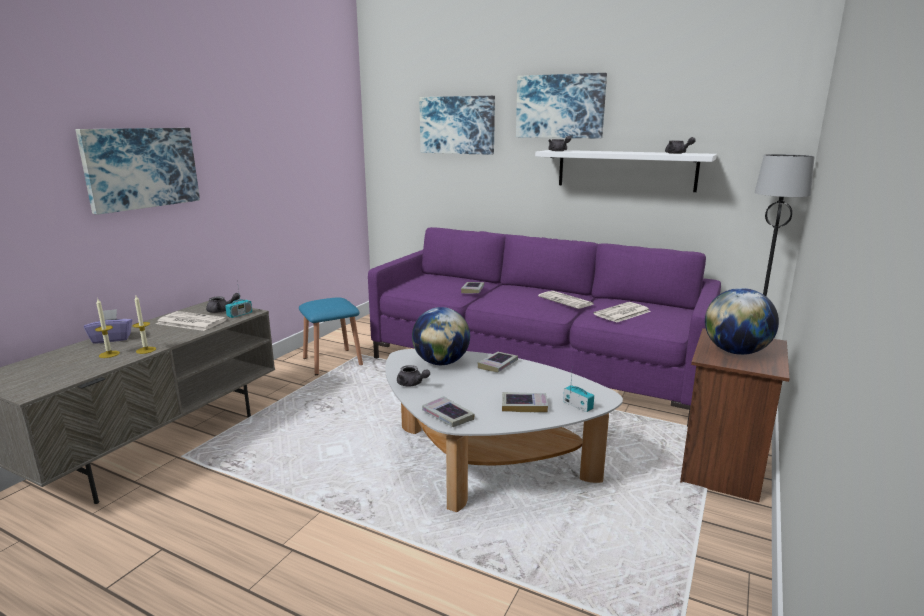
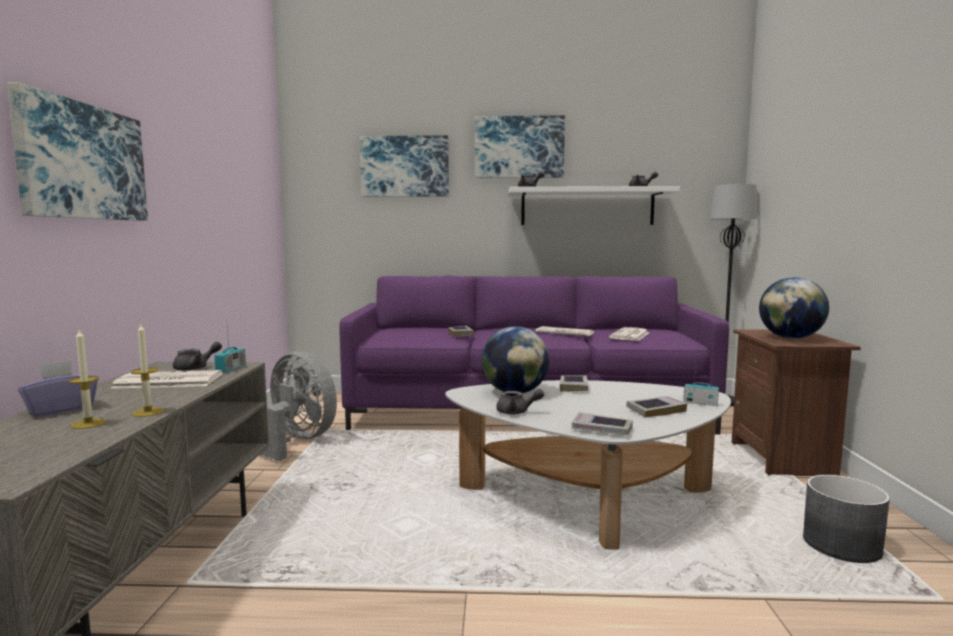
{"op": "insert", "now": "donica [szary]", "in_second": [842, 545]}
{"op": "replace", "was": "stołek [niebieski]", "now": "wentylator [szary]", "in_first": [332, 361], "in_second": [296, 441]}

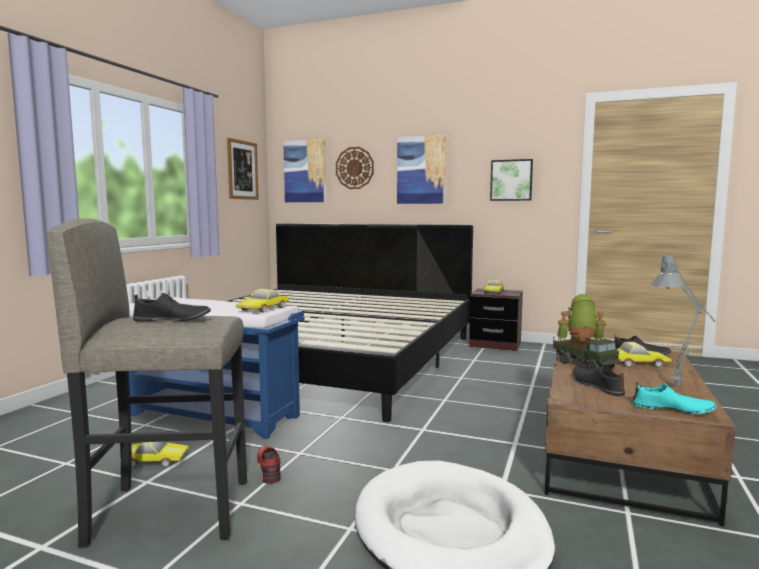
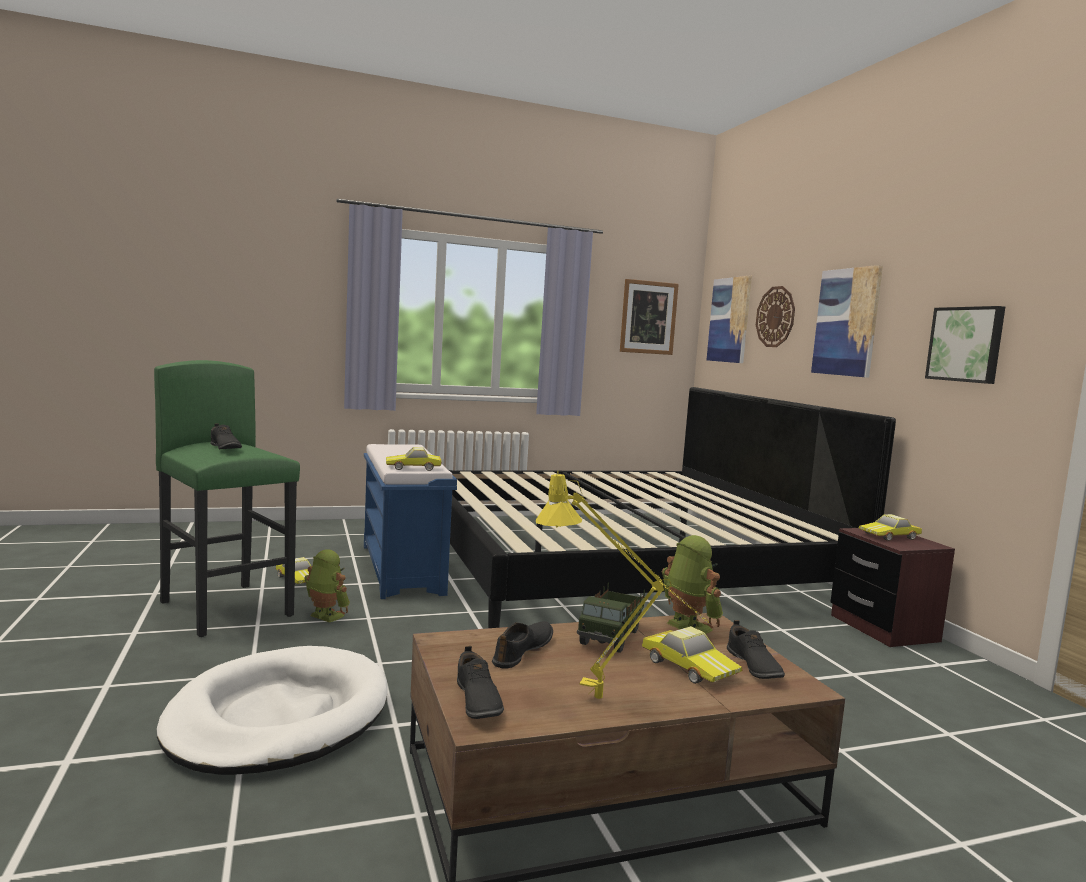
{"op": "replace", "was": "but [czerwony]", "now": "robot zabawkowy", "in_first": [269, 469], "in_second": [324, 616]}
{"op": "recolor", "was": "stołek [szary]", "now": "stołek [zielony]", "in_first": [171, 511], "in_second": [226, 608]}
{"op": "recolor", "was": "but [turkusowy]", "now": "but [czarny]", "in_first": [672, 409], "in_second": [476, 701]}
{"op": "recolor", "was": "lampa stołowa [szary]", "now": "lampa stołowa [żółty]", "in_first": [681, 385], "in_second": [610, 703]}

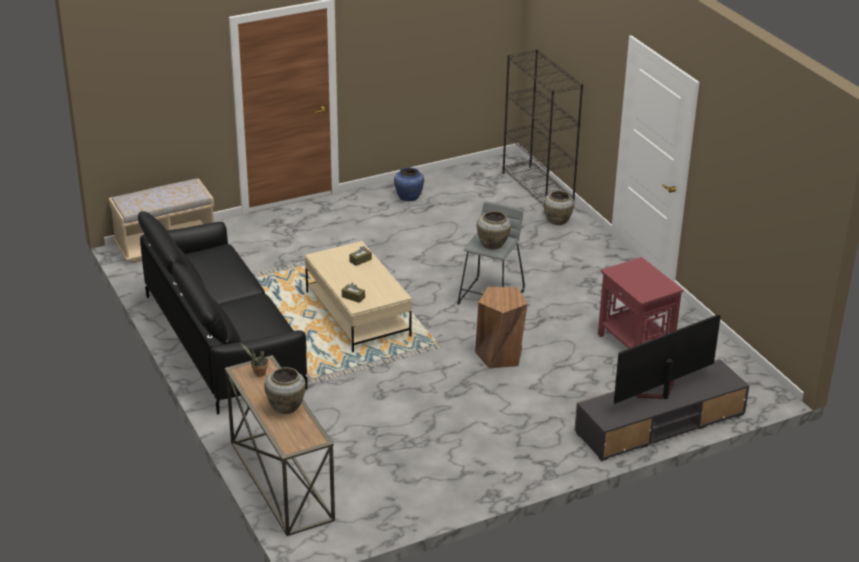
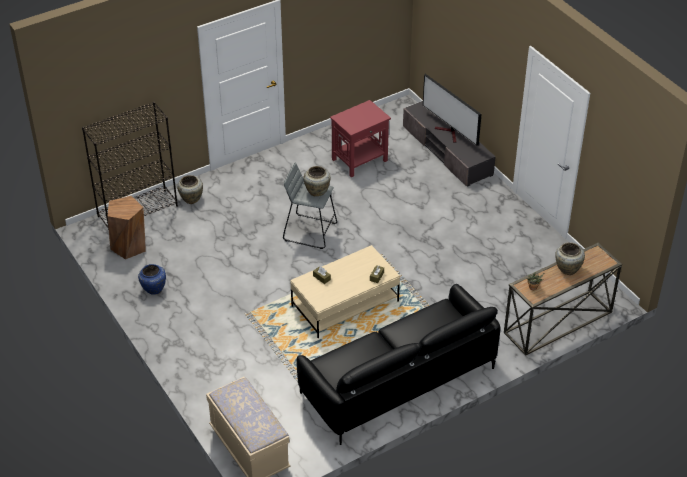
{"op": "move", "was": "stołek [brązowy]", "in_first": [500, 355], "in_second": [129, 246]}

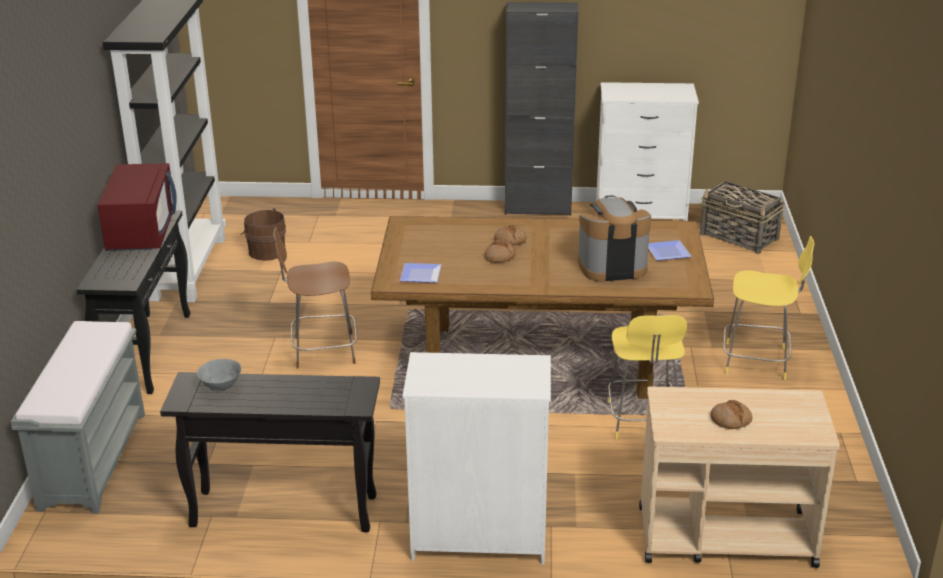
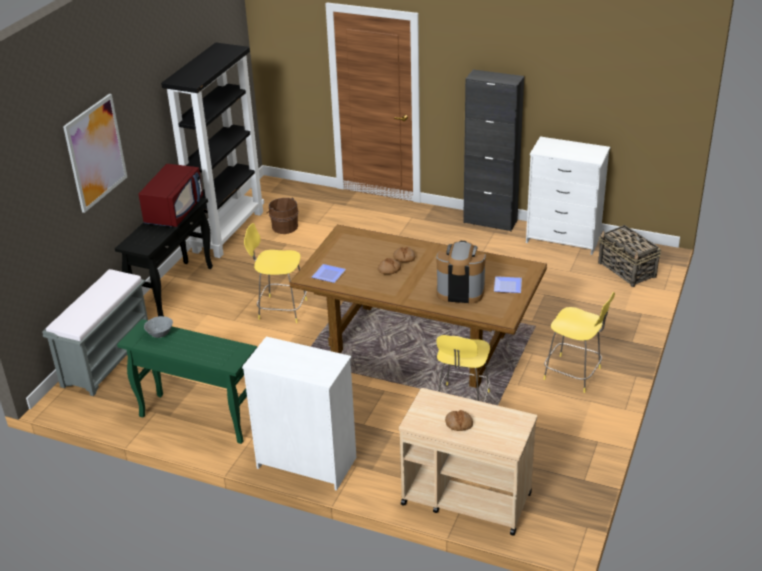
{"op": "insert", "now": "obraz", "in_second": [95, 152]}
{"op": "recolor", "was": "stolik konsolowy [czarny]", "now": "stolik konsolowy [zielony]", "in_first": [282, 511], "in_second": [198, 418]}
{"op": "recolor", "was": "stołek [brązowy]", "now": "stołek [żółty]", "in_first": [321, 350], "in_second": [281, 309]}

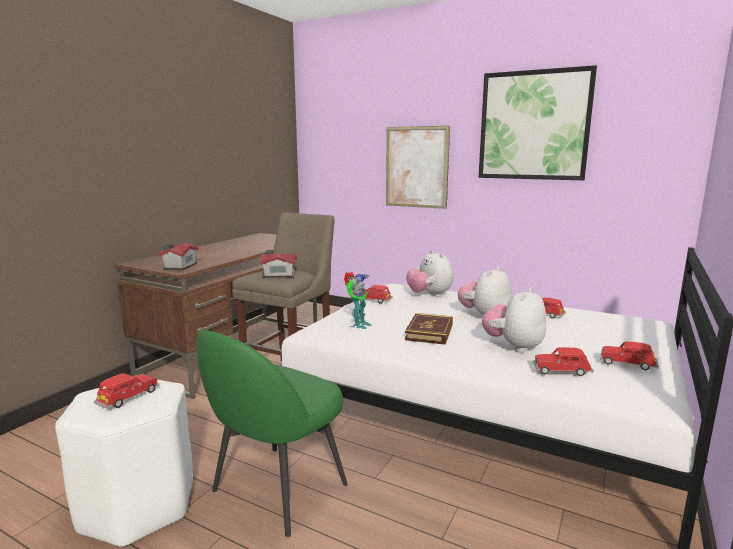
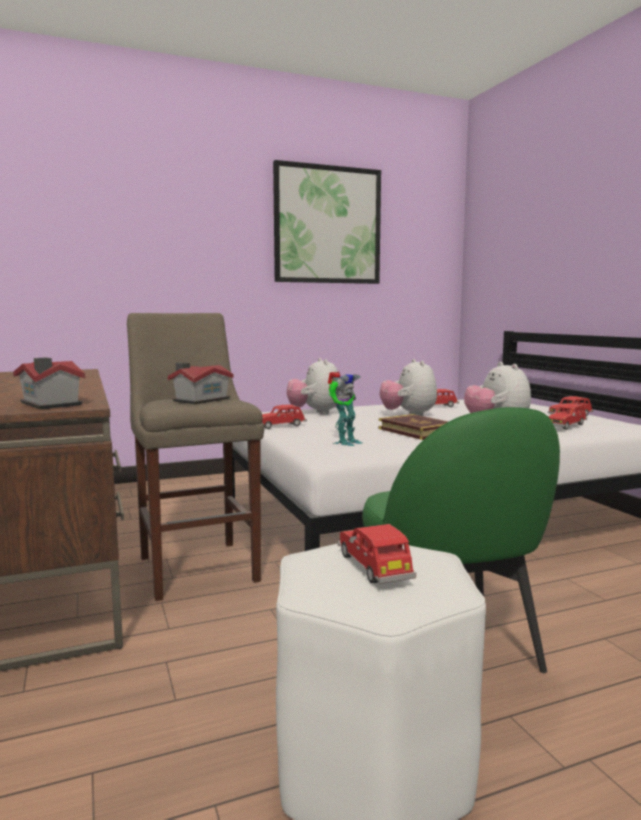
{"op": "delete", "was": "obraz", "in_first": [416, 167]}
{"op": "rotate", "was": "robot zabawkowy", "in_first": [358, 325], "in_second": [344, 442], "clockwise": 60}
{"op": "rotate", "was": "pluszak", "in_first": [429, 295], "in_second": [315, 413], "clockwise": 60}

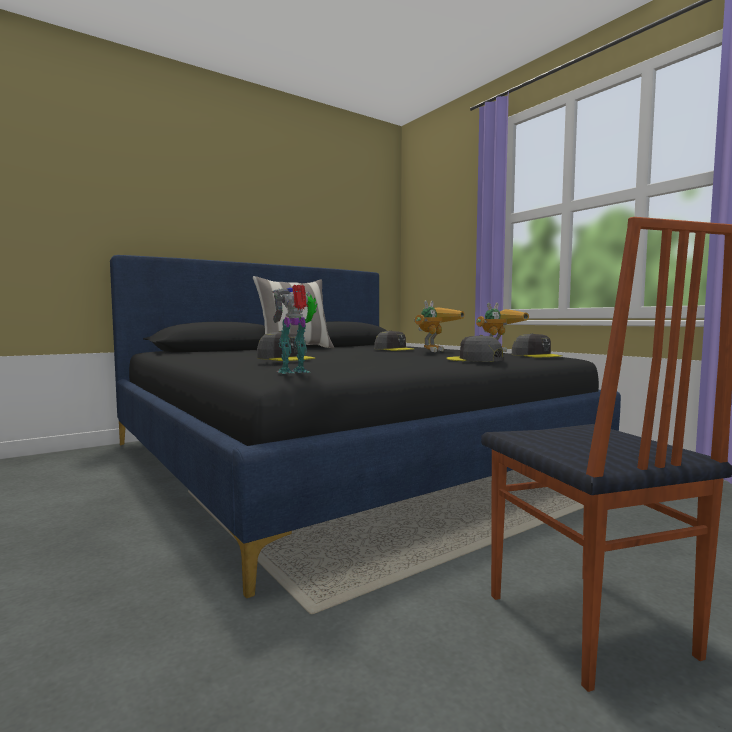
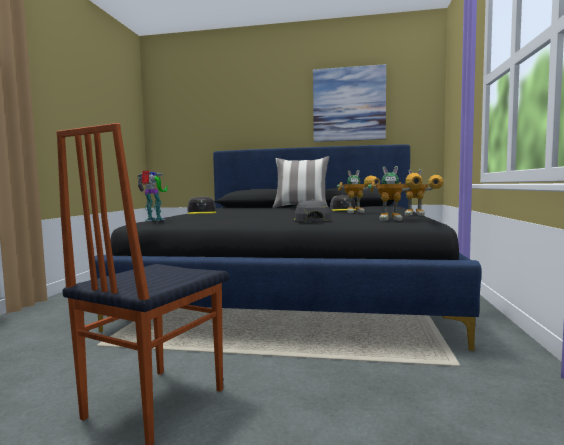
{"op": "insert", "now": "obraz", "in_second": [349, 104]}
{"op": "replace", "was": "czapka z daszkiem [szary]", "now": "robot zabawkowy", "in_first": [536, 355], "in_second": [399, 219]}

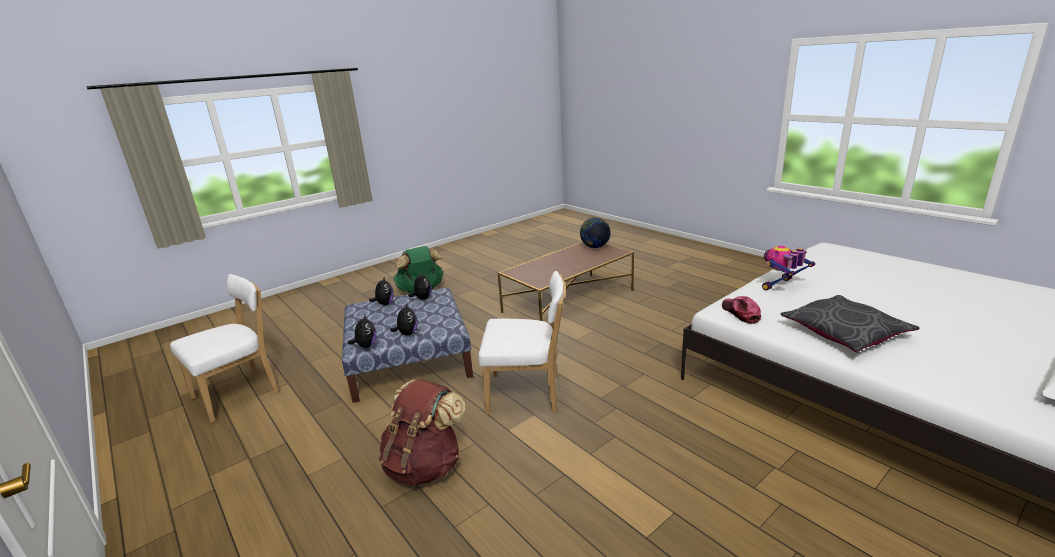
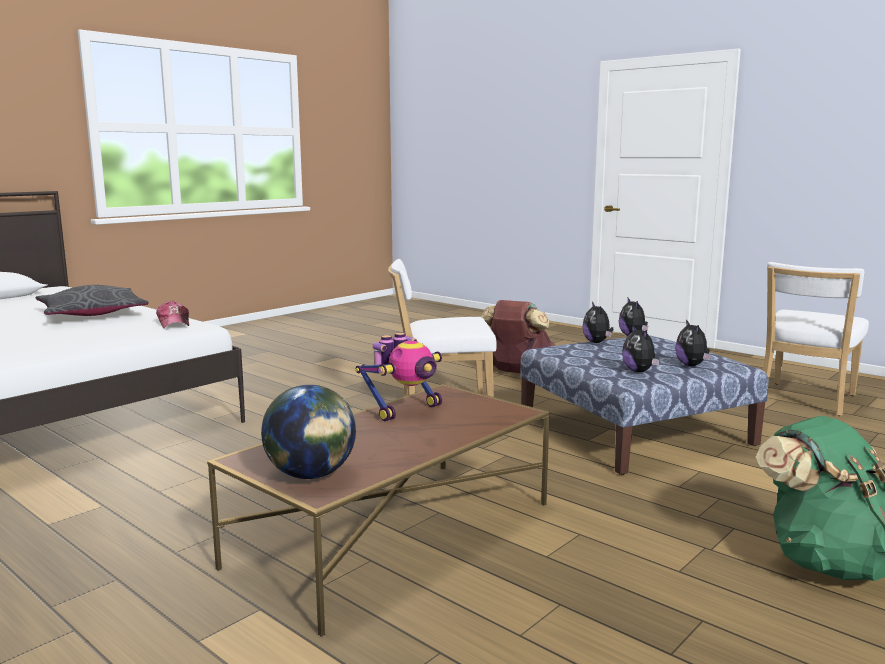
{"op": "move", "was": "robot zabawkowy", "in_first": [781, 286], "in_second": [405, 410]}

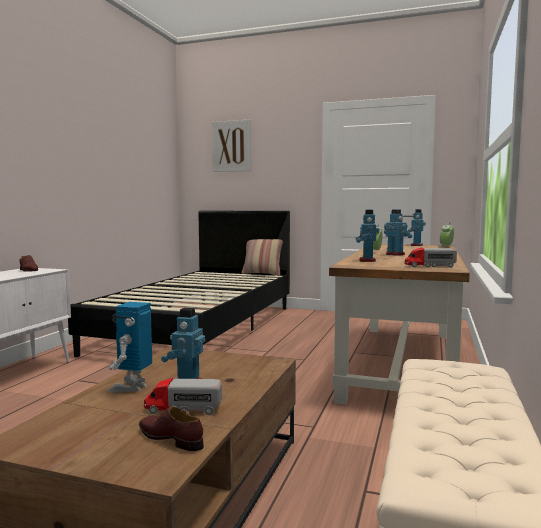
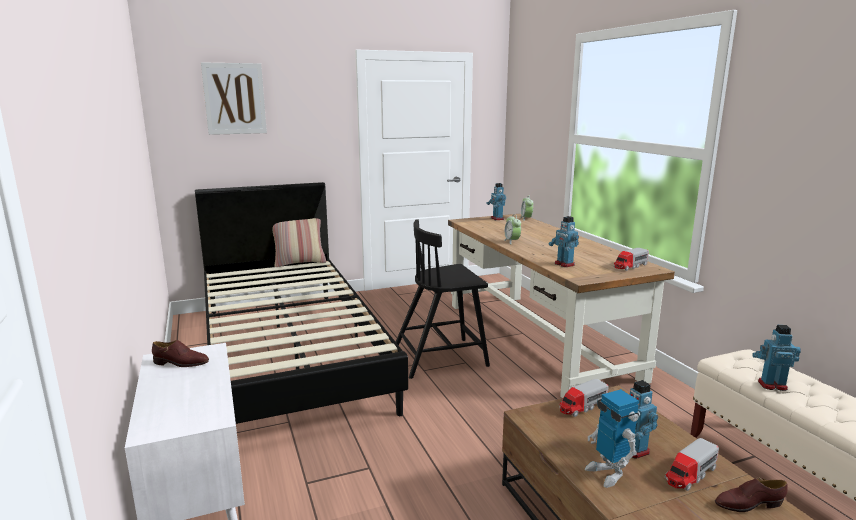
{"op": "insert", "now": "krzesło [czarny]", "in_second": [441, 358]}
{"op": "insert", "now": "ciężarówka zabawkowa", "in_second": [582, 406]}
{"op": "move", "was": "robot zabawkowy", "in_first": [395, 254], "in_second": [772, 385]}

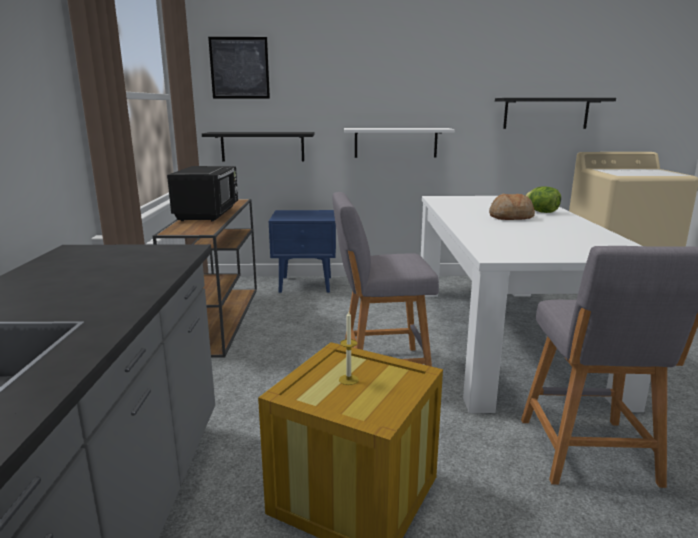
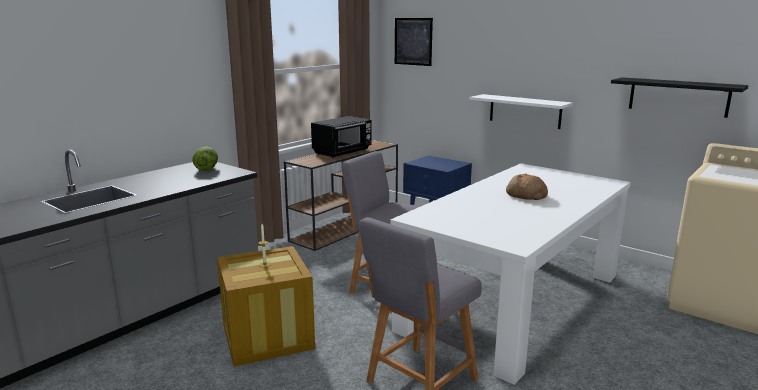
{"op": "delete", "was": "półka [czarny]", "in_first": [262, 146]}
{"op": "move", "was": "sałata", "in_first": [541, 212], "in_second": [206, 169]}

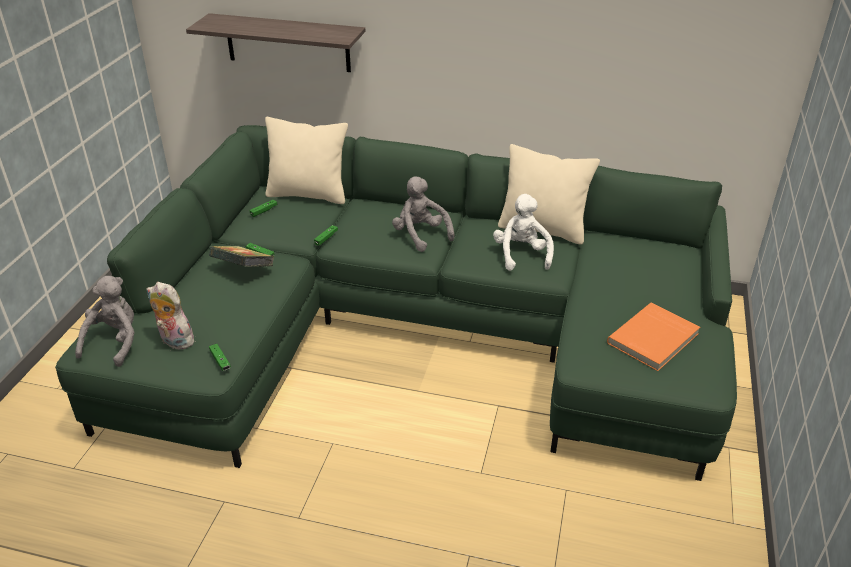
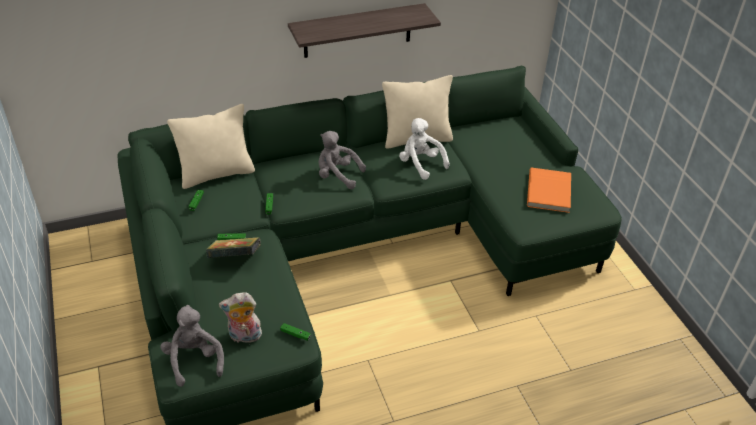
{"op": "move", "was": "półka", "in_first": [287, 43], "in_second": [357, 31]}

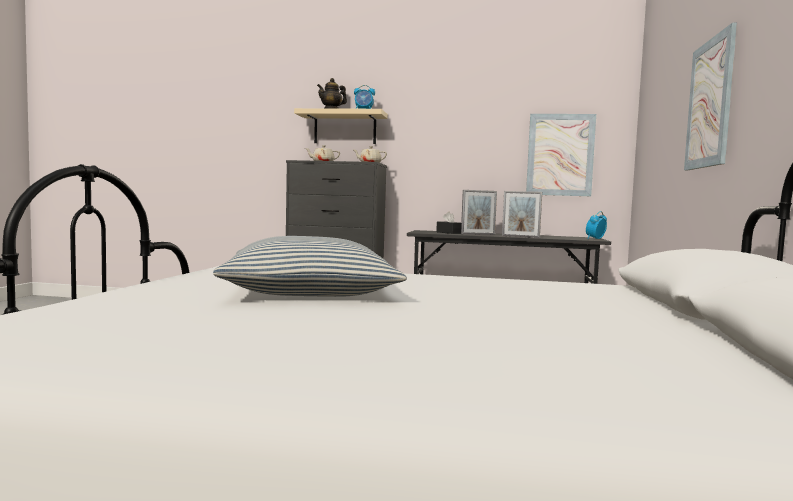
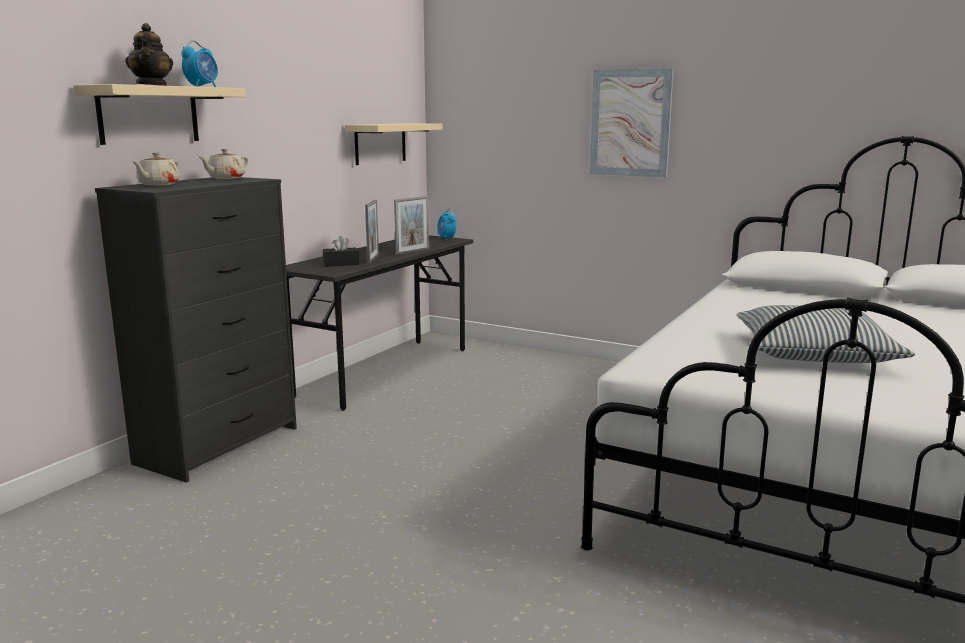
{"op": "replace", "was": "obraz", "now": "półka [beżowy]", "in_first": [560, 155], "in_second": [380, 143]}

